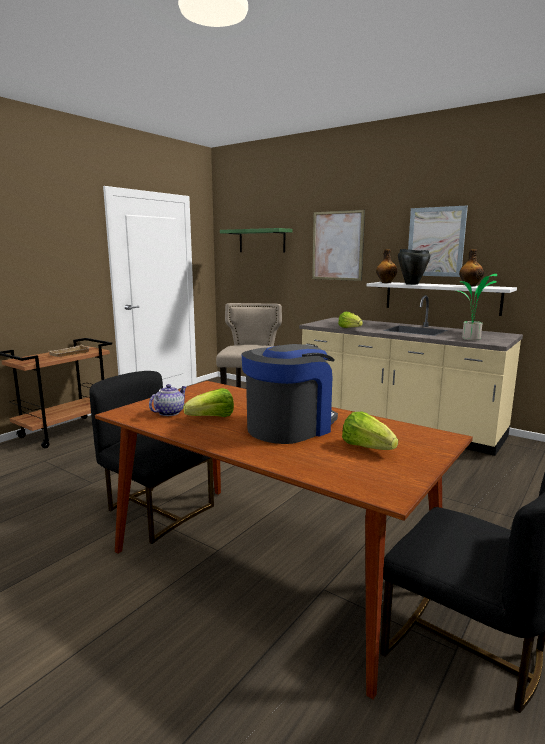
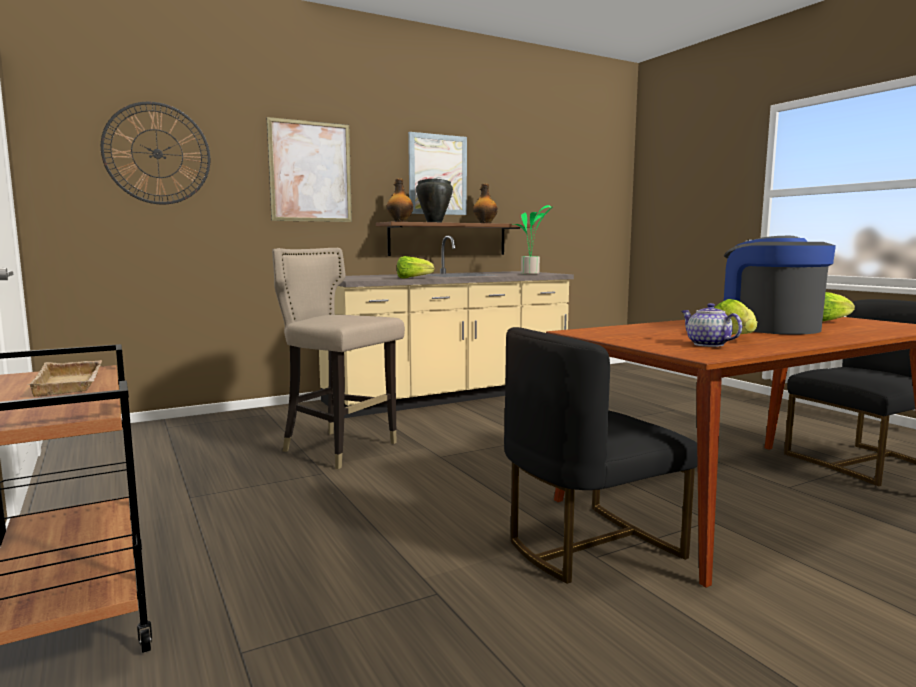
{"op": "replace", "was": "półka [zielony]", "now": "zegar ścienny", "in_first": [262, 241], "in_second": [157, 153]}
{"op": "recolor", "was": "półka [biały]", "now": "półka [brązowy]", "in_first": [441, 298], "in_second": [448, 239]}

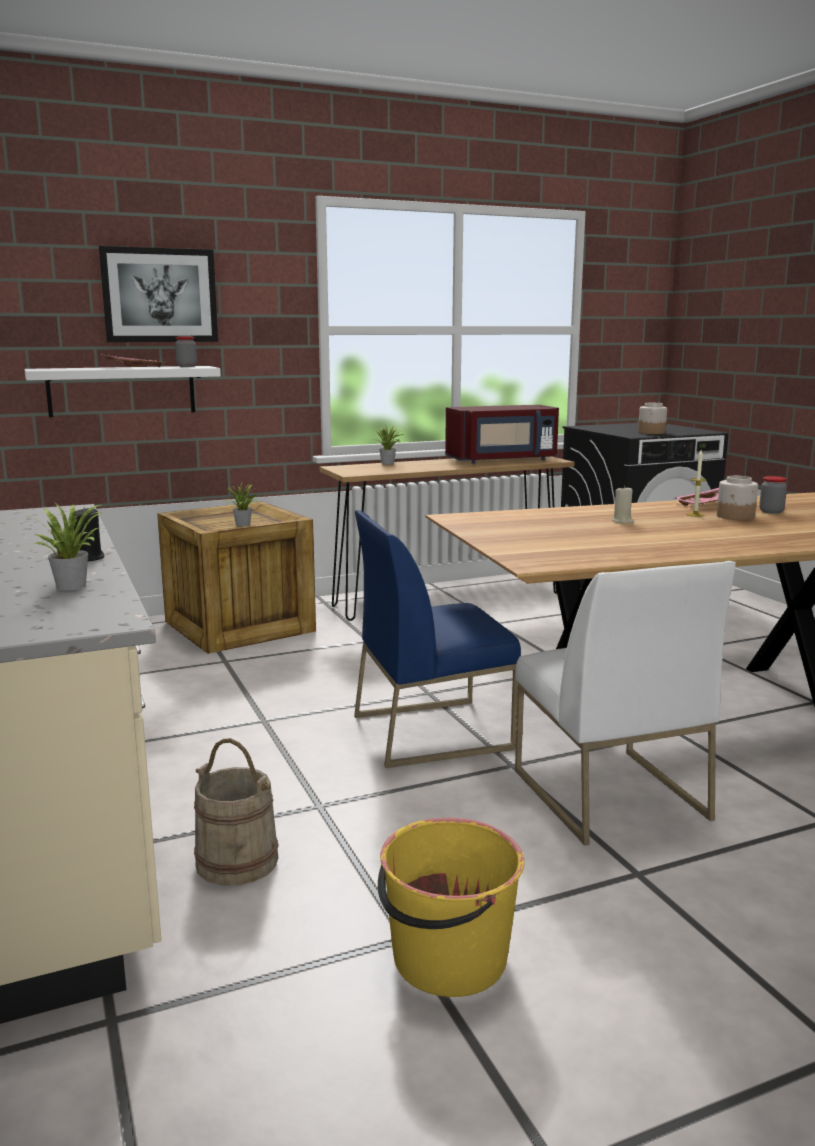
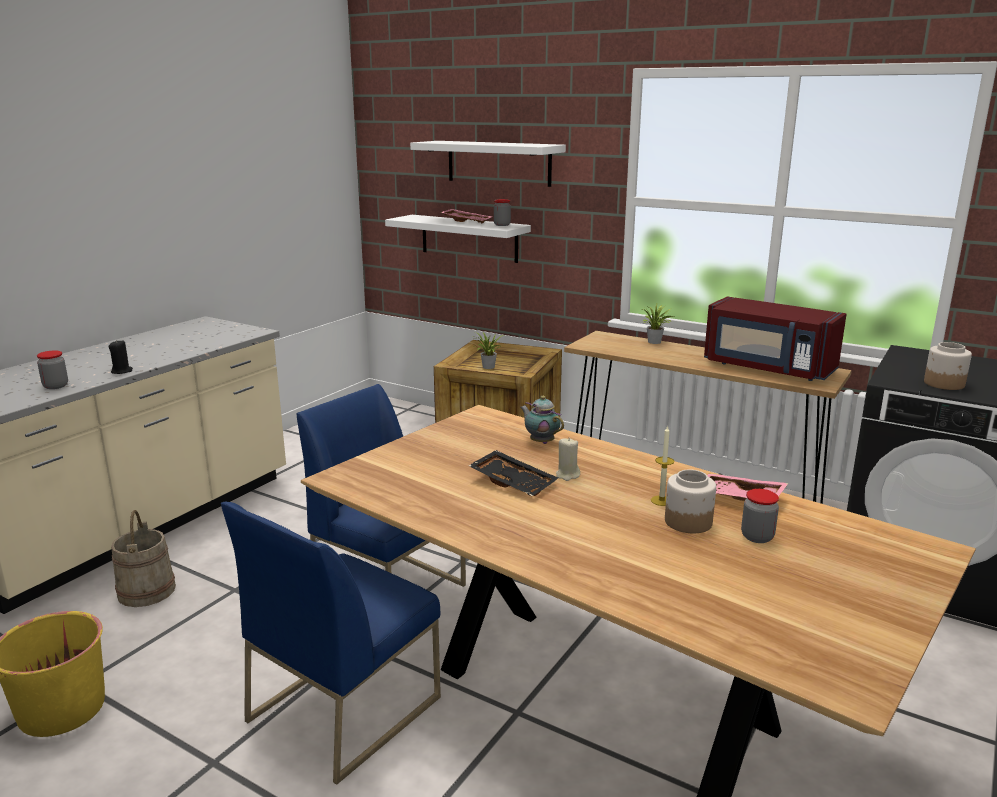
{"op": "insert", "now": "taca [czarny]", "in_second": [514, 482]}
{"op": "insert", "now": "imbryk", "in_second": [541, 442]}
{"op": "replace", "was": "roślina doniczkowa", "now": "słoik", "in_first": [73, 585], "in_second": [55, 386]}
{"op": "replace", "was": "obraz", "now": "półka [biały]", "in_first": [160, 295], "in_second": [498, 163]}
{"op": "recolor", "was": "krzesło [biały]", "now": "krzesło [niebieski]", "in_first": [607, 793], "in_second": [344, 707]}

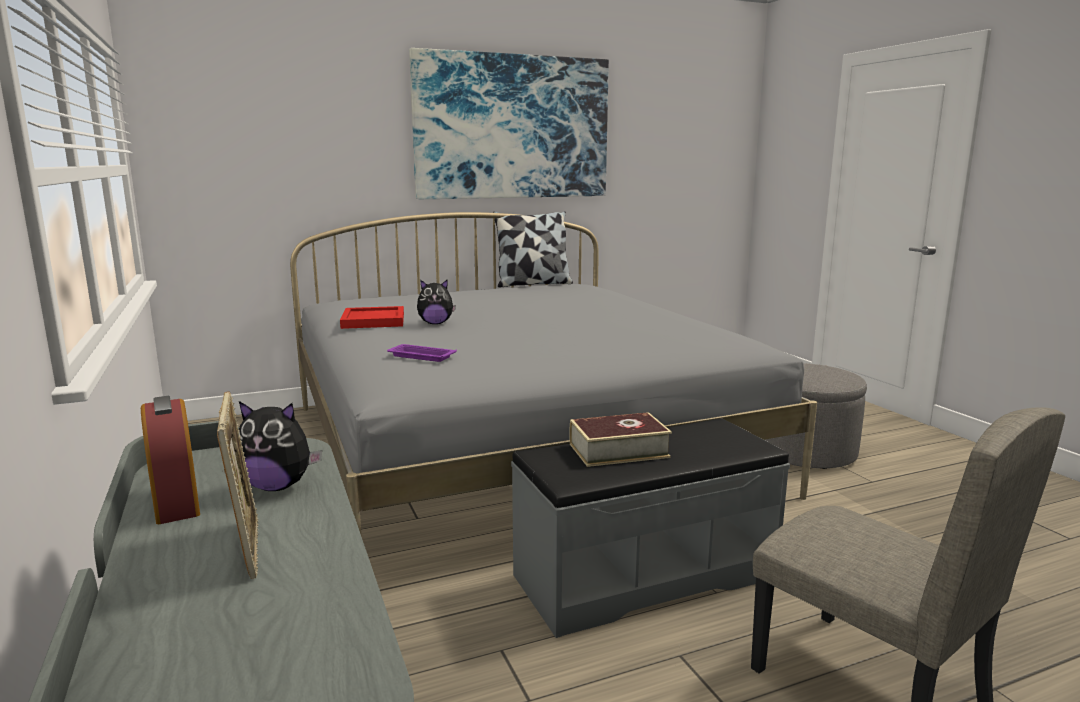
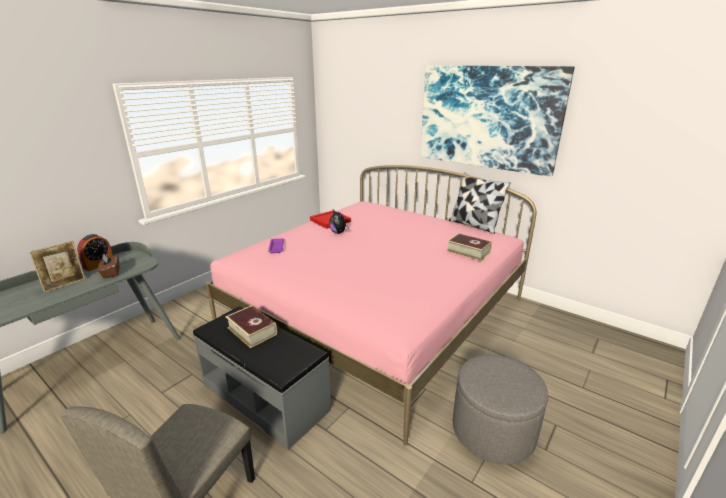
{"op": "insert", "now": "książka", "in_second": [468, 251]}
{"op": "replace", "was": "pluszak", "now": "pudełko chusteczek [brązowy]", "in_first": [278, 486], "in_second": [111, 273]}
{"op": "recolor", "was": "łóżko [szary]", "now": "łóżko [różowy]", "in_first": [517, 447], "in_second": [376, 313]}

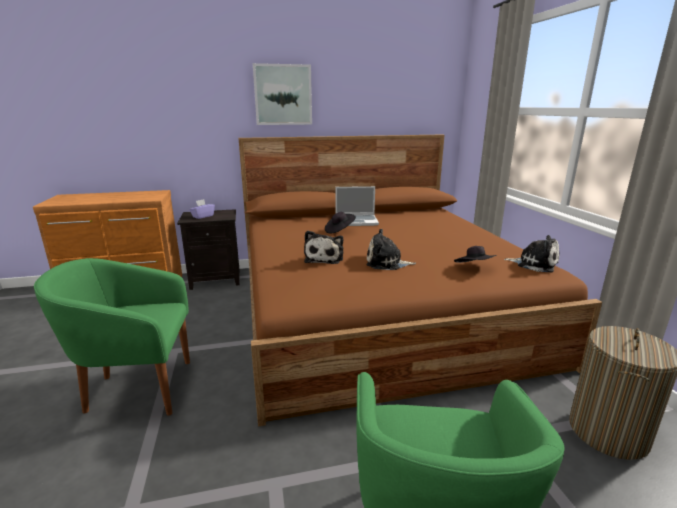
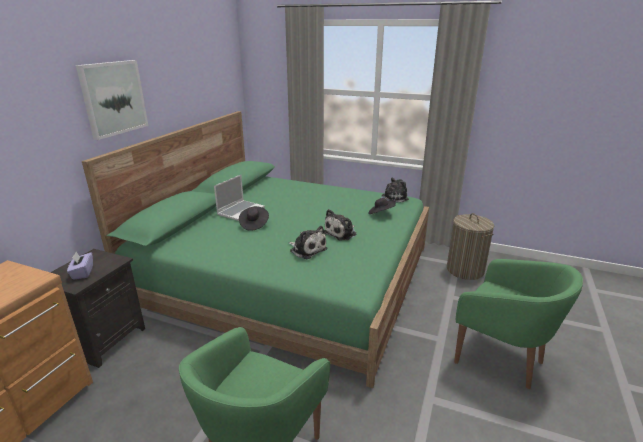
{"op": "recolor", "was": "łóżko [brązowy]", "now": "łóżko [zielony]", "in_first": [377, 308], "in_second": [289, 276]}

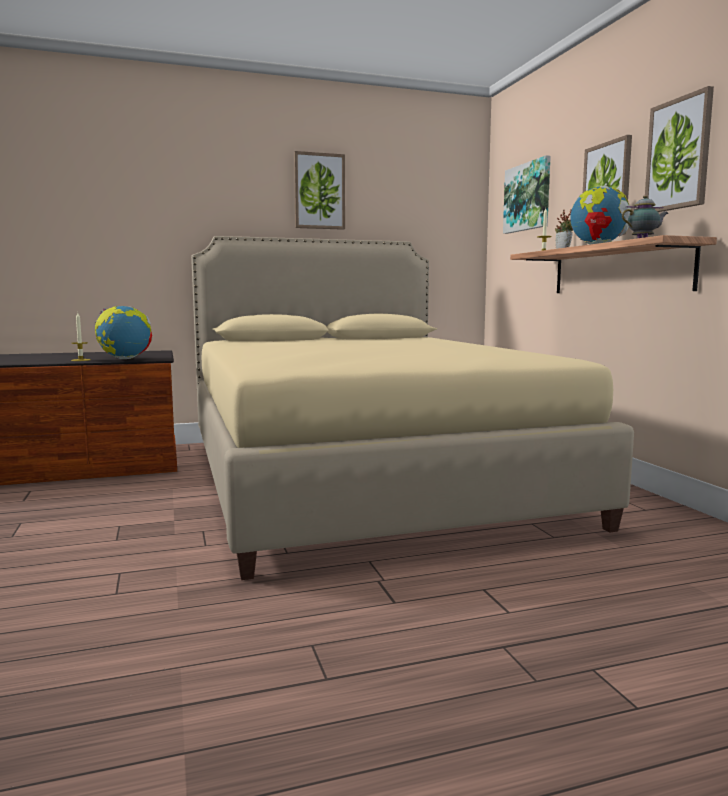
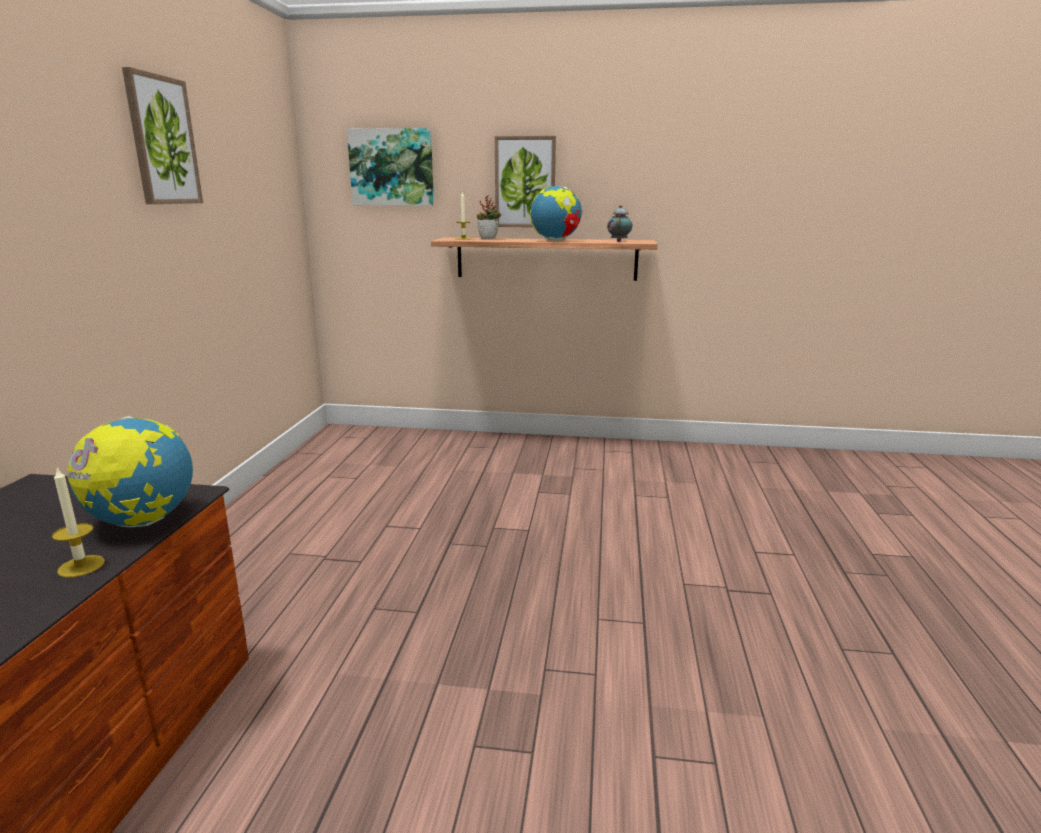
{"op": "delete", "was": "łóżko [beżowy]", "in_first": [362, 477]}
{"op": "delete", "was": "obraz", "in_first": [678, 154]}

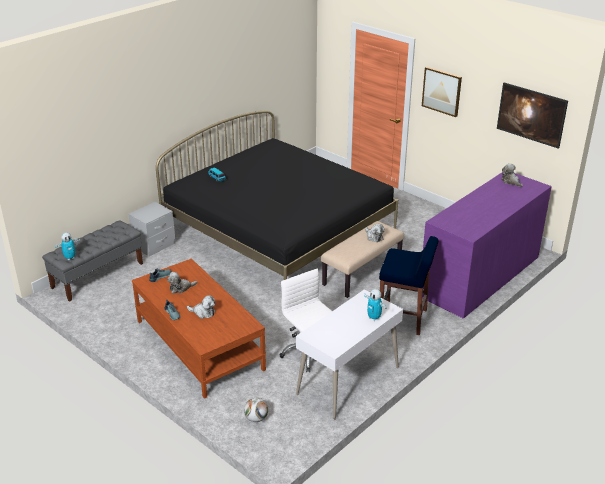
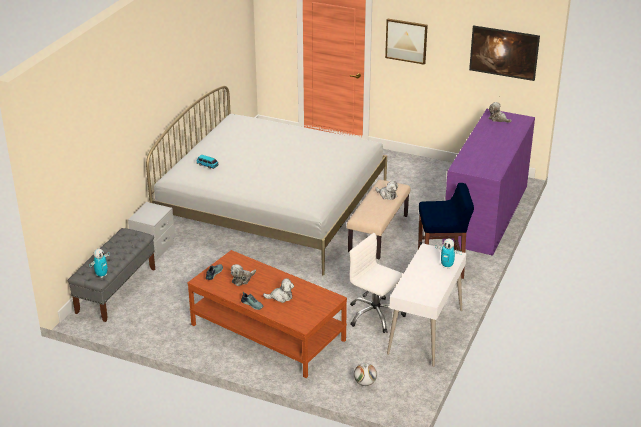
{"op": "recolor", "was": "łóżko [czarny]", "now": "łóżko [biały]", "in_first": [279, 232], "in_second": [273, 210]}

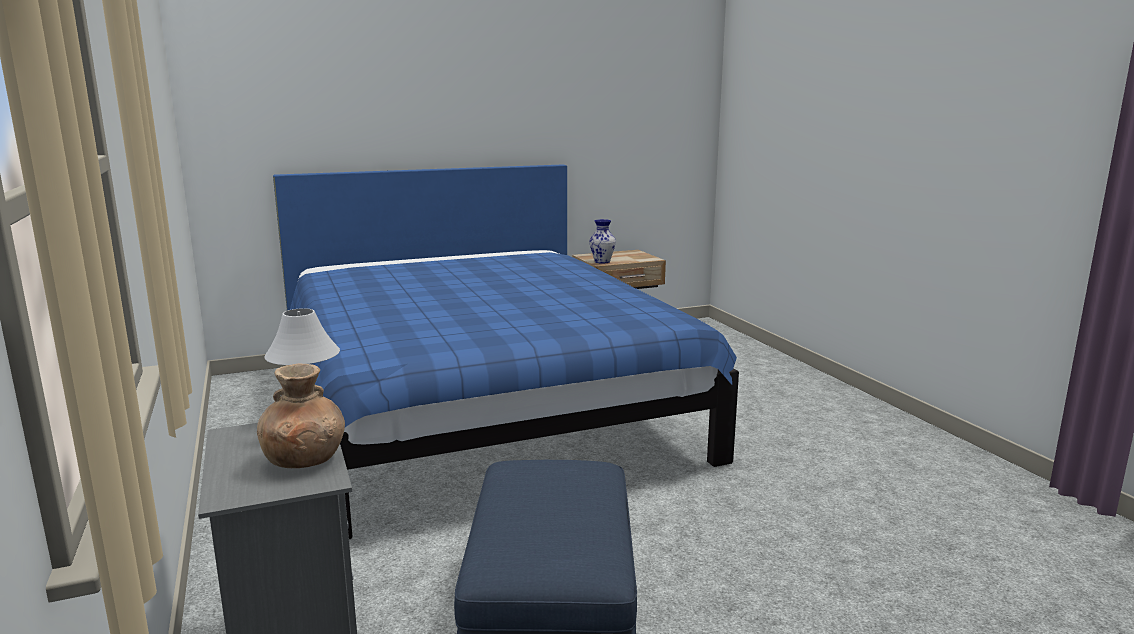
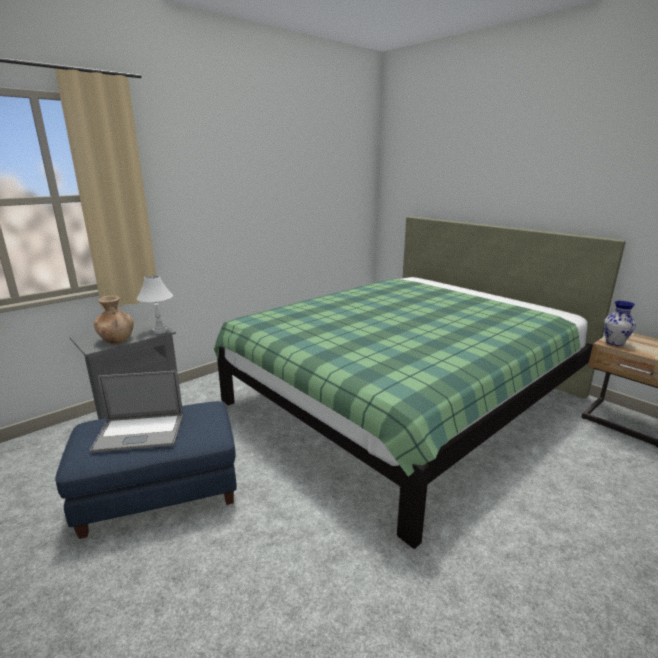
{"op": "insert", "now": "laptop", "in_second": [139, 433]}
{"op": "recolor", "was": "łóżko [niebieski]", "now": "łóżko [zielony]", "in_first": [479, 409], "in_second": [403, 398]}

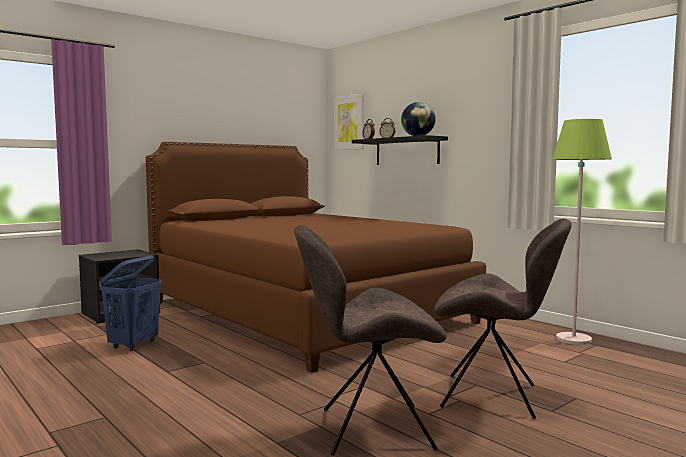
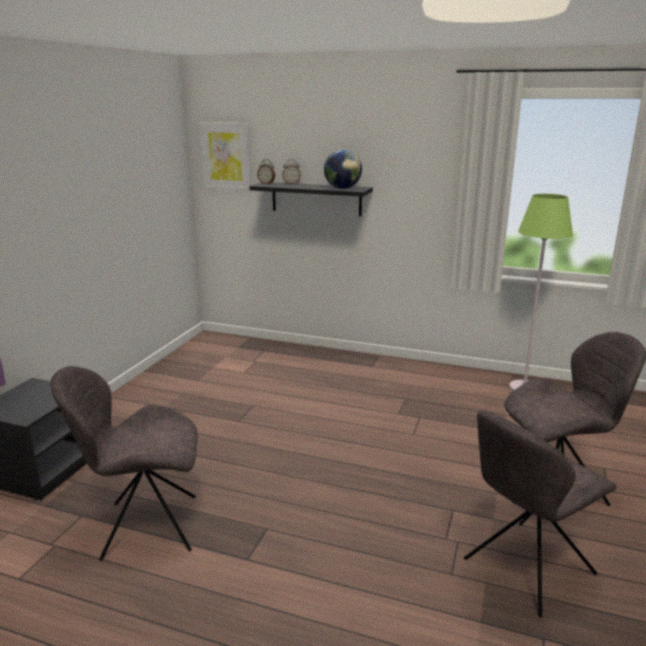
{"op": "delete", "was": "łóżko [brązowy]", "in_first": [305, 312]}
{"op": "replace", "was": "kosz na pranie [niebieski]", "now": "krzesło [szary]", "in_first": [134, 345], "in_second": [146, 527]}

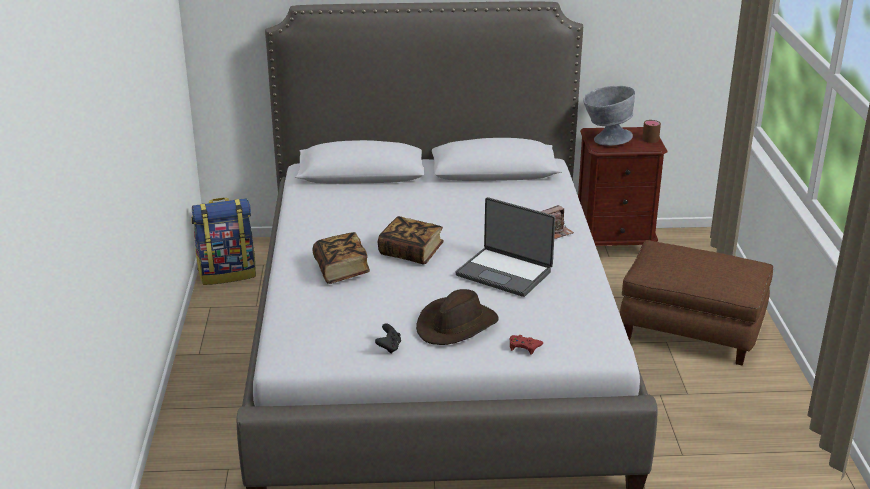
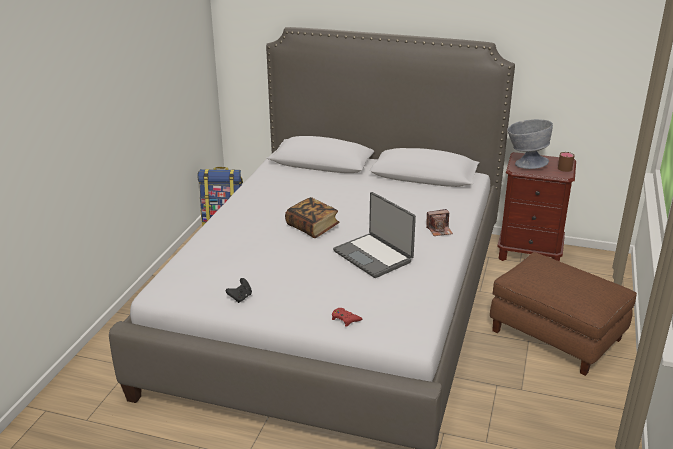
{"op": "delete", "was": "książka", "in_first": [341, 270]}
{"op": "delete", "was": "kapelusz [brązowy]", "in_first": [457, 325]}

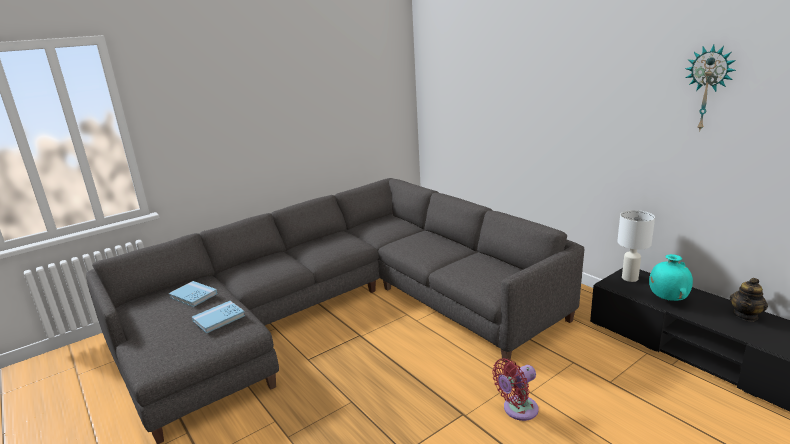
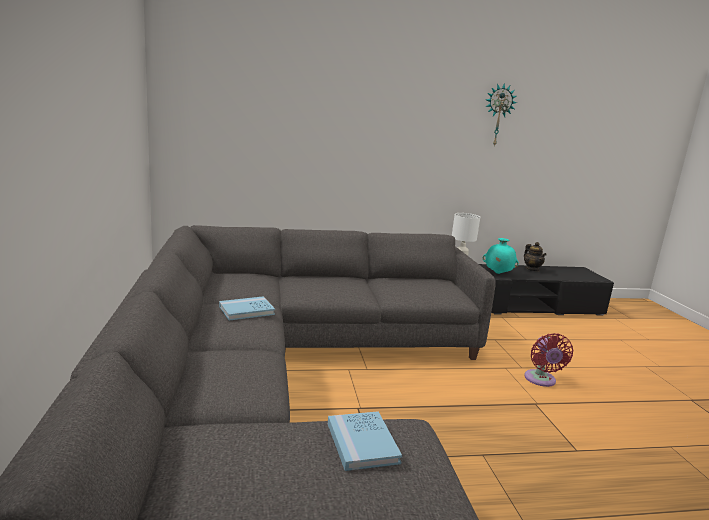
{"op": "move", "was": "książka [niebieski]", "in_first": [193, 295], "in_second": [246, 310]}

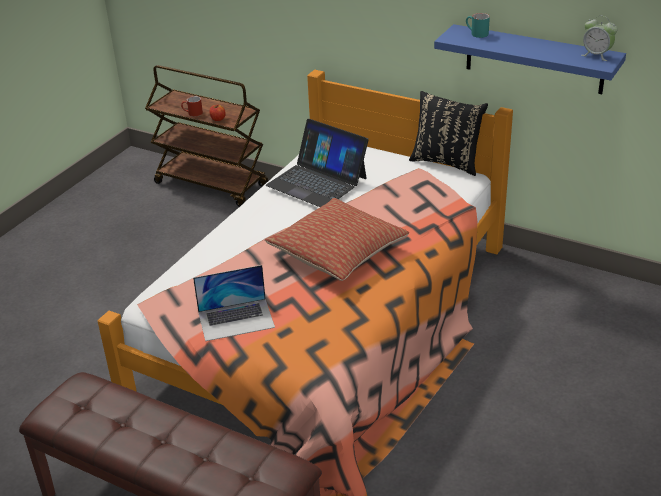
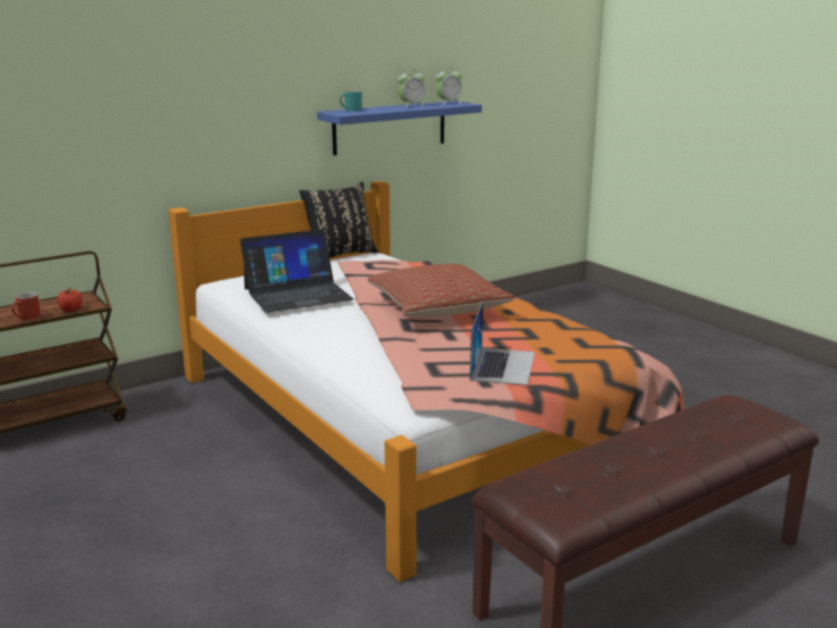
{"op": "insert", "now": "budzik", "in_second": [411, 105]}

